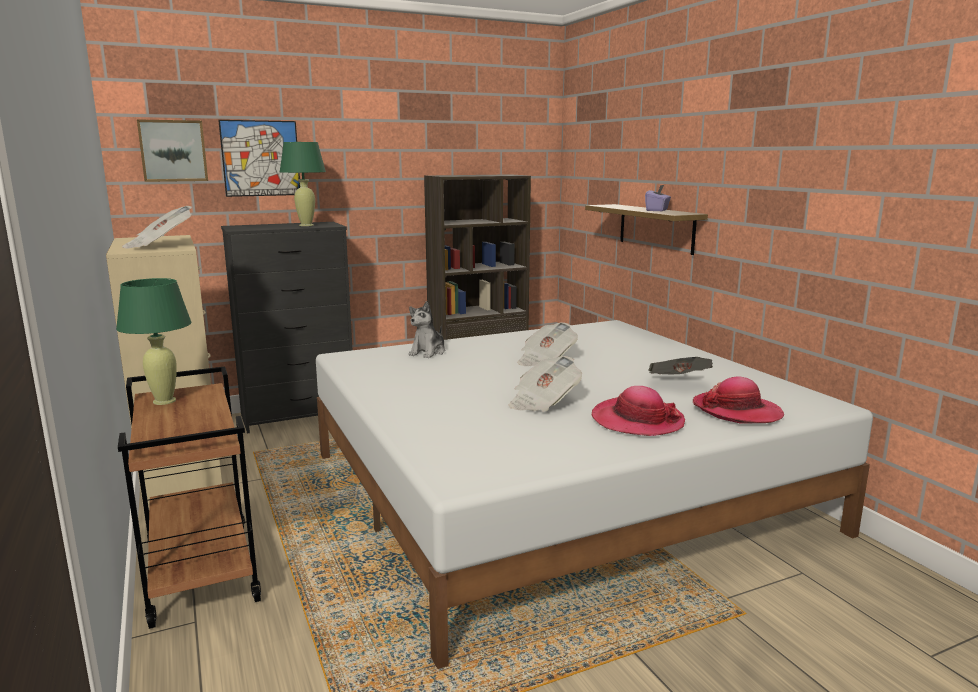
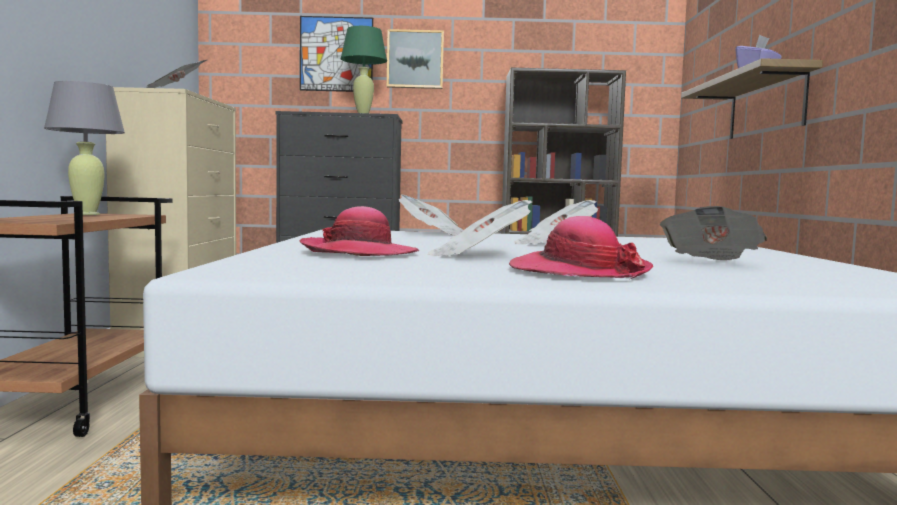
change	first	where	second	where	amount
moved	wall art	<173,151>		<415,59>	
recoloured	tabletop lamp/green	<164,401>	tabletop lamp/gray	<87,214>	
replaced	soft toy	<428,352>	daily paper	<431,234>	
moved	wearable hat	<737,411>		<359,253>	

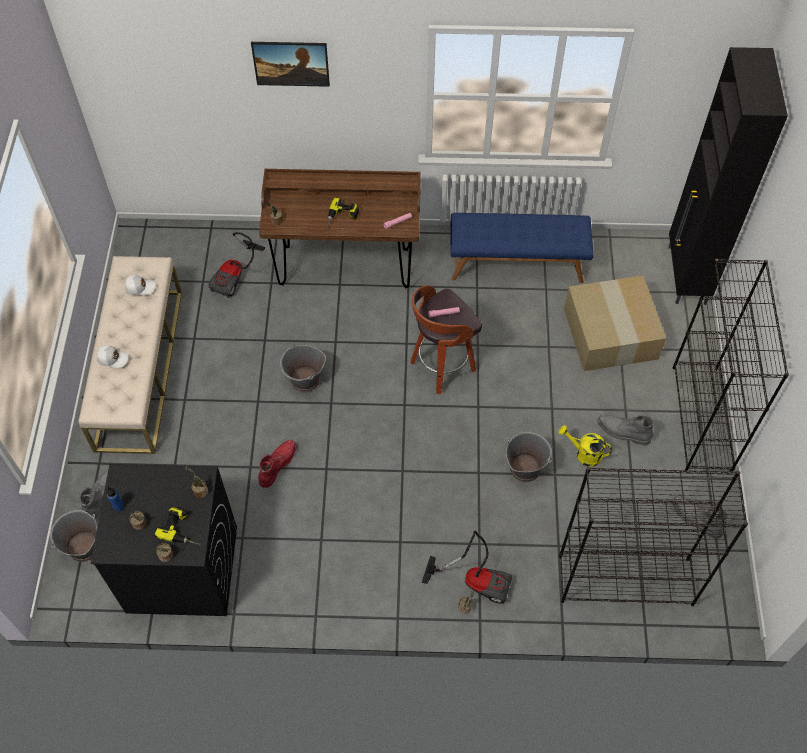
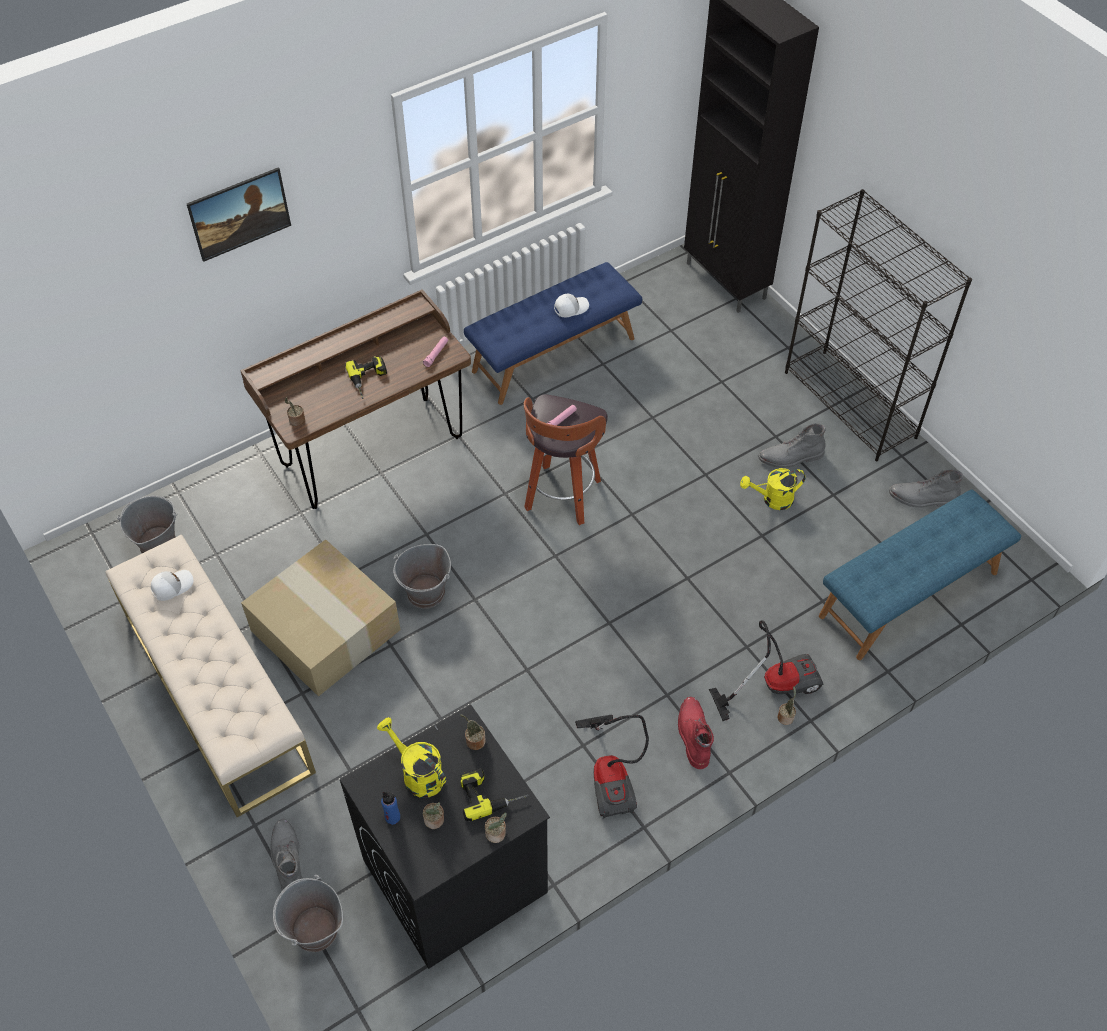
change	first	where	second	where	amount
moved	hoover	<236,276>		<612,776>	
moved	carton	<612,334>		<328,630>	
moved	baseball cap/white	<113,358>		<570,308>	
moved	pail/gray	<524,468>		<158,544>	
moved	tall boot/red-coloured	<277,464>		<693,734>	
replaced	shelving unit/black-coloured	<624,581>	bench/blue-coloured	<909,595>	
added			watering pot/yellow	<417,773>	

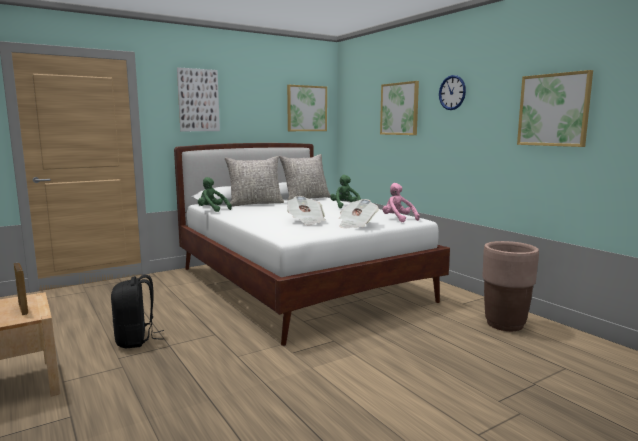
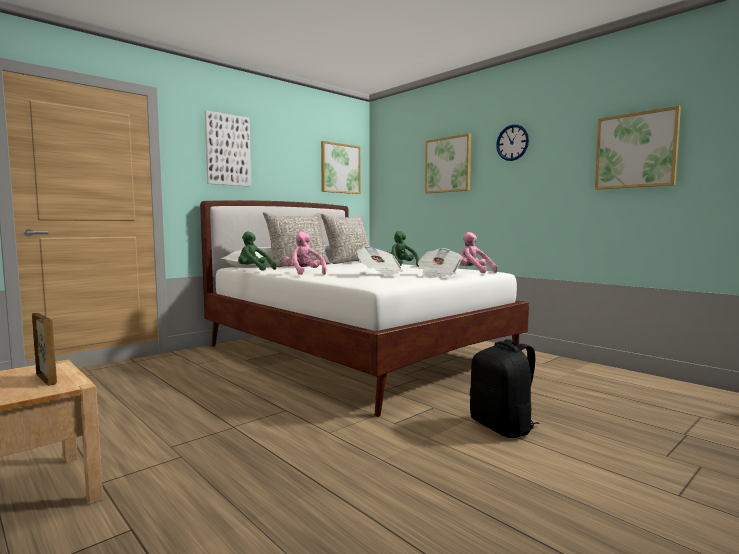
change	first	where	second	where	amount
removed	planter/brown	<505,324>			
moved	rucksack/black-coloured	<136,340>		<503,427>	
added			soft toy/pink	<304,273>	

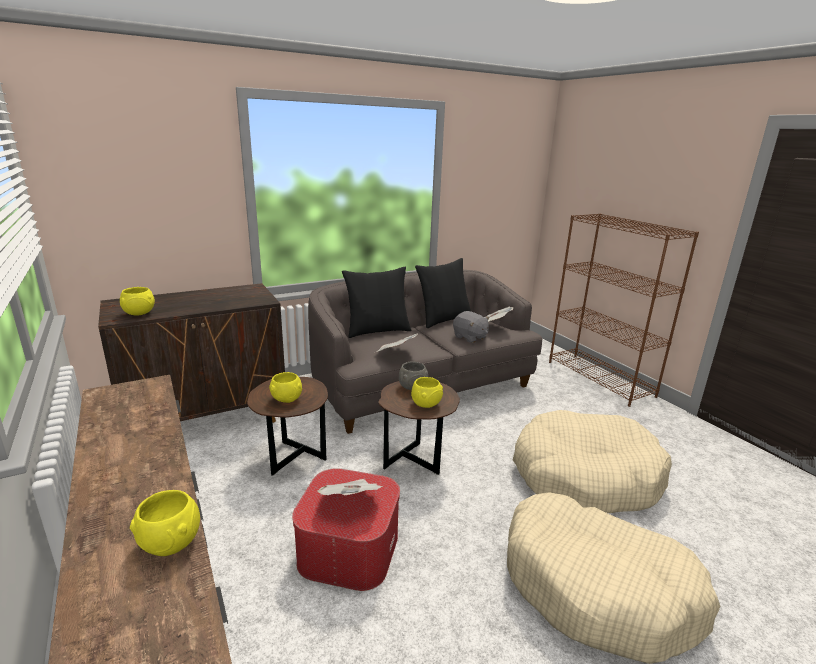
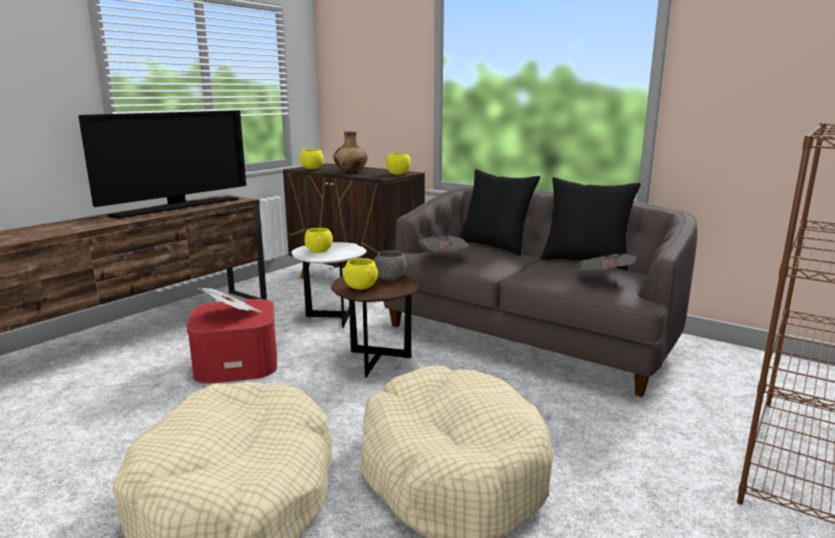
change	first	where	second	where	amount
removed	soft toy/gray	<470,337>			
recoloured	accent table/brown	<293,460>	accent table/white	<331,318>	
moved	serving bowl/yellow	<170,544>		<398,174>	
added			television	<177,207>	
added			decorative vase/brown	<350,172>	

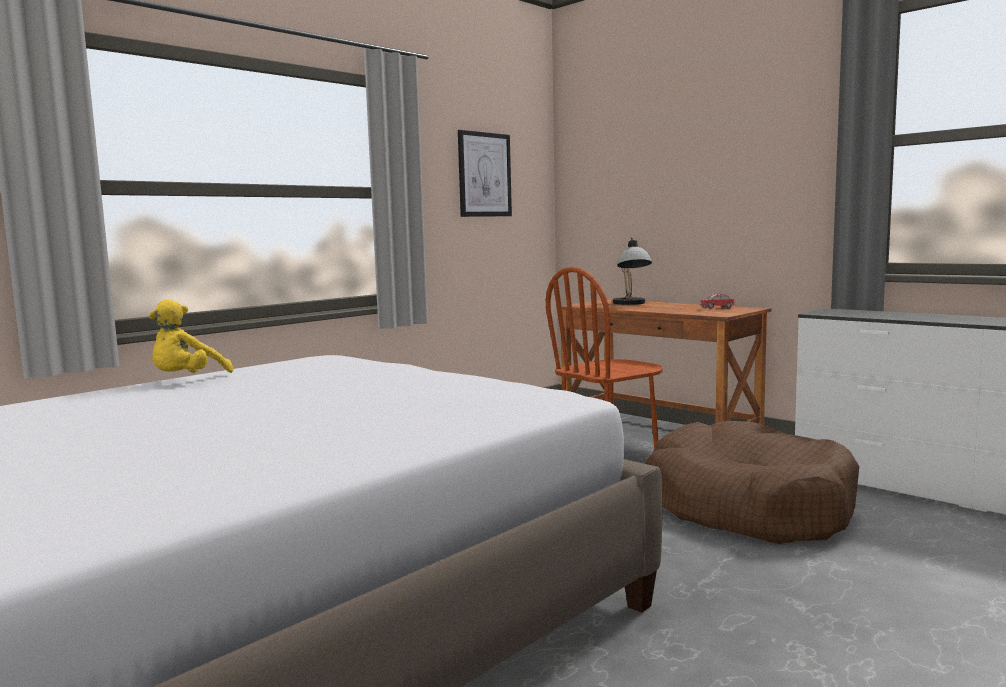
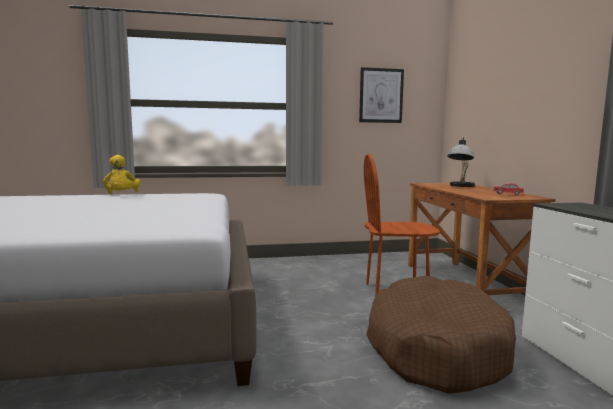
change	first	where	second	where	amount
turned	soft toy/yellow	<187,380>		<122,195>	75 degrees counterclockwise

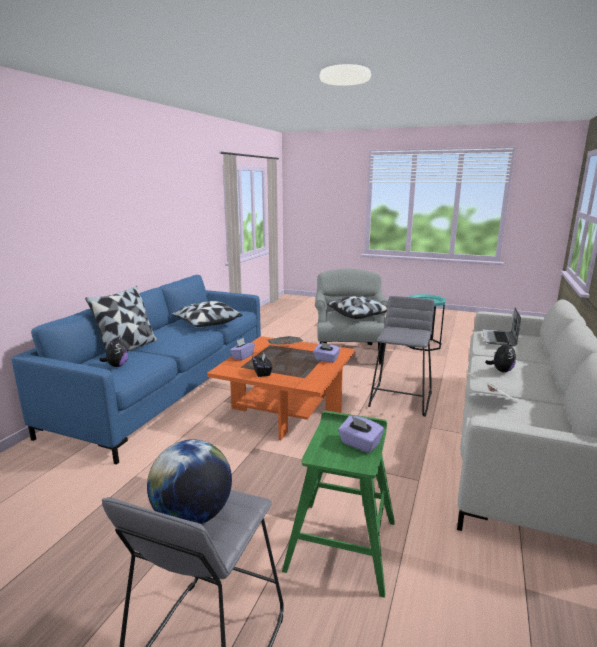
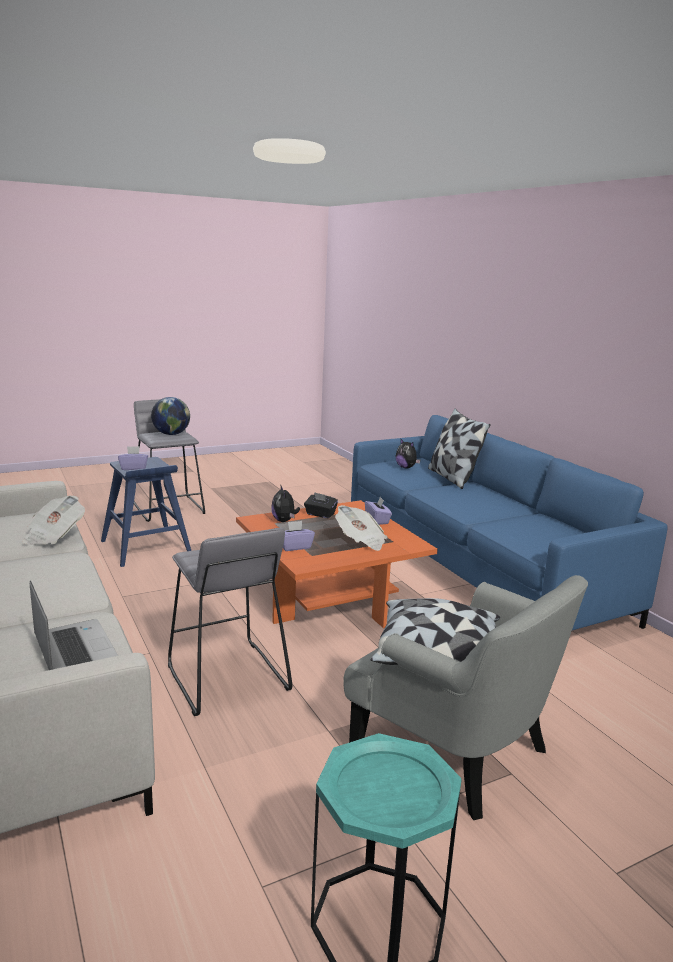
change	first	where	second	where	amount
removed	cushion	<206,324>			
moved	soft toy	<501,371>		<284,521>	
recoloured	sitting stool/green	<342,544>	sitting stool/blue-coloured	<146,547>	

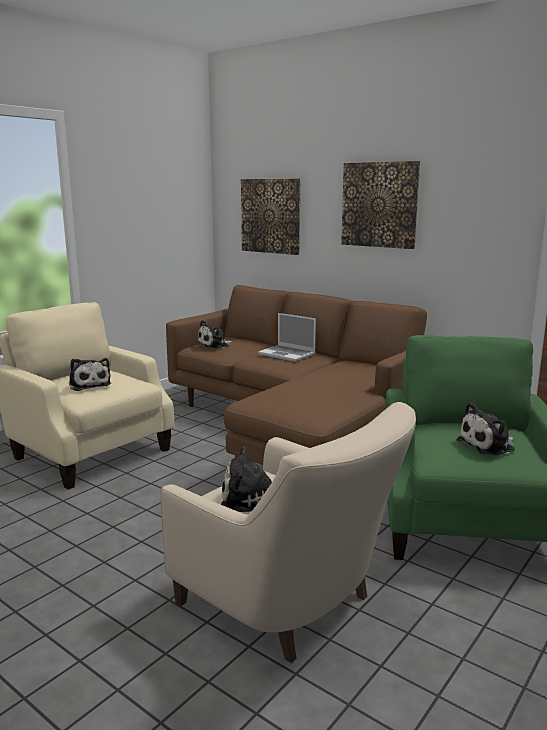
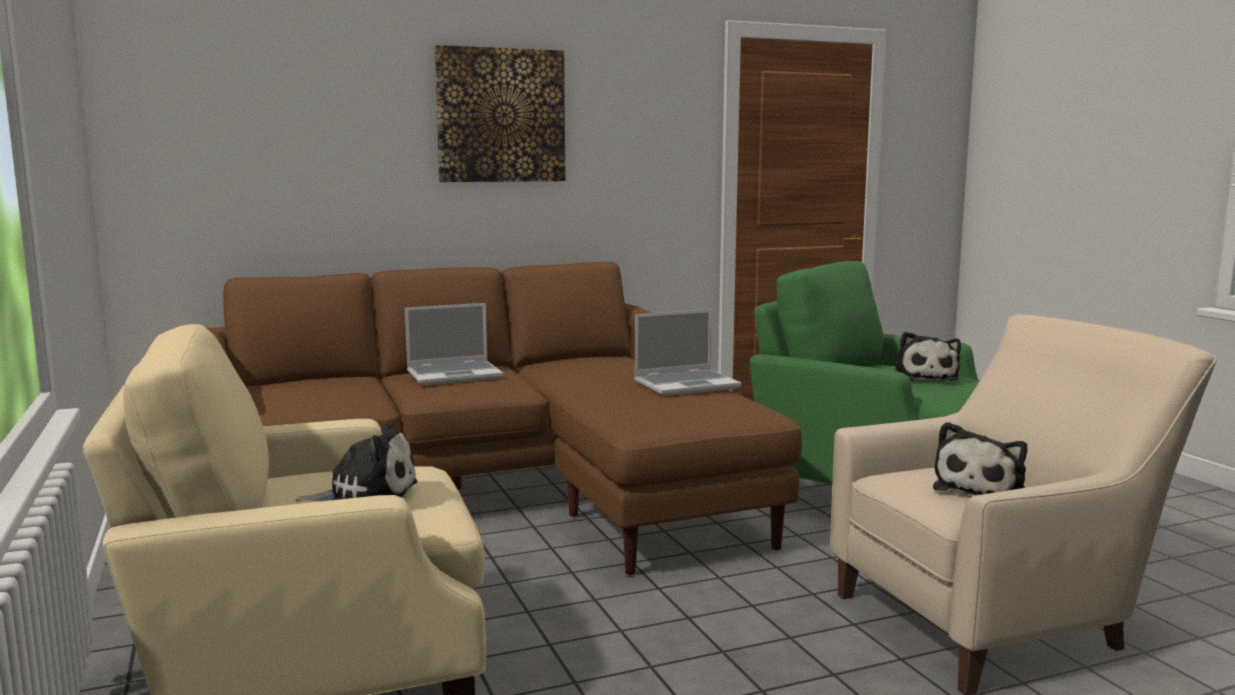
change	first	where	second	where	amount
removed	wall art	<271,216>			
removed	soft toy	<215,345>			
added			portable computer	<687,385>	

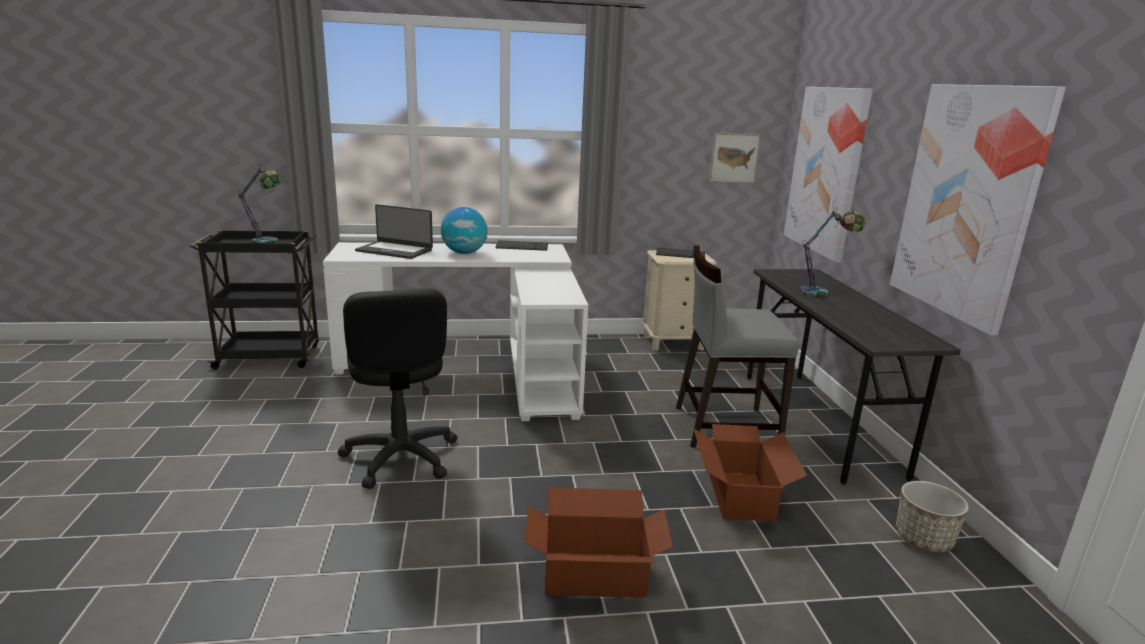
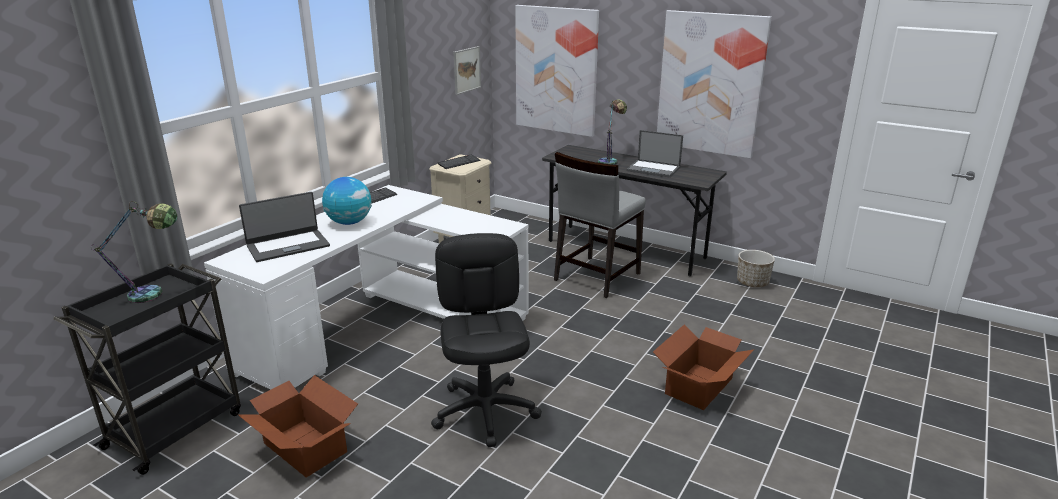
change	first	where	second	where	amount
turned	office chair/black-coloured	<400,457>		<485,411>	120 degrees counterclockwise
moved	carton	<739,496>		<304,448>	
added			portable computer	<654,169>	

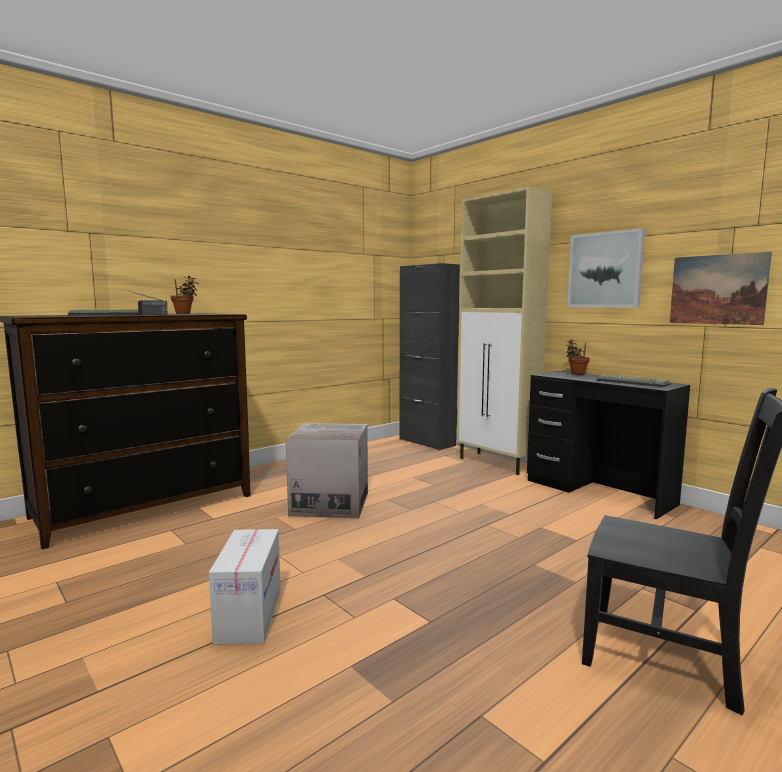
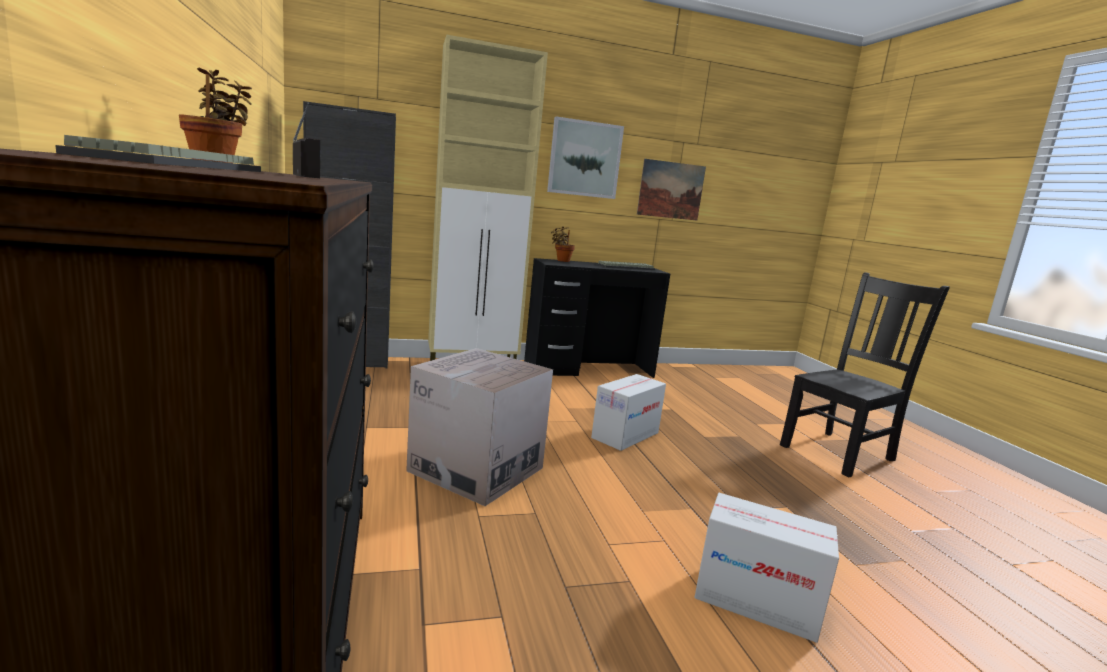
change	first	where	second	where	amount
added			carton	<625,435>	

